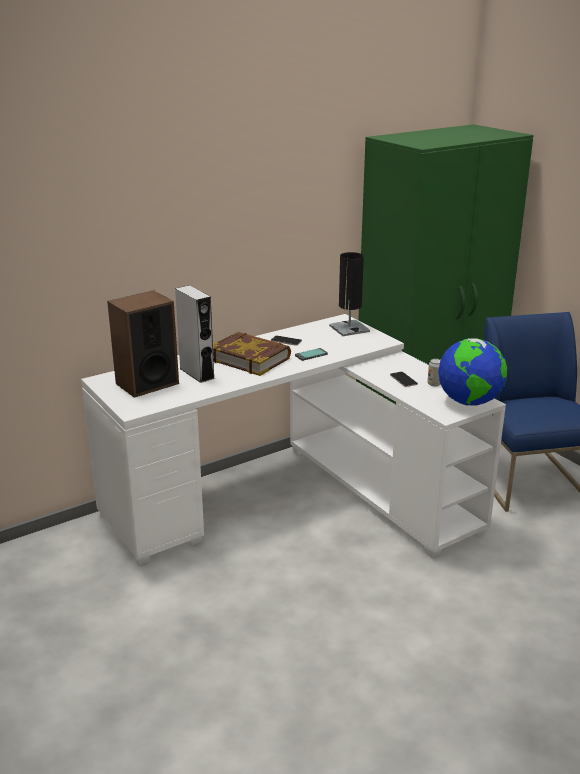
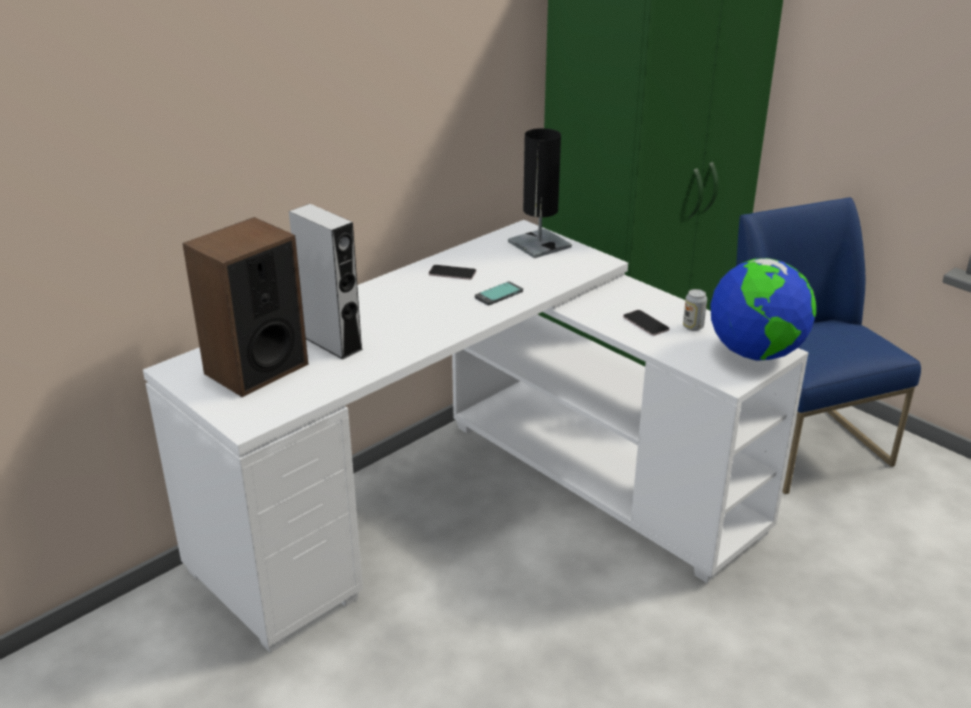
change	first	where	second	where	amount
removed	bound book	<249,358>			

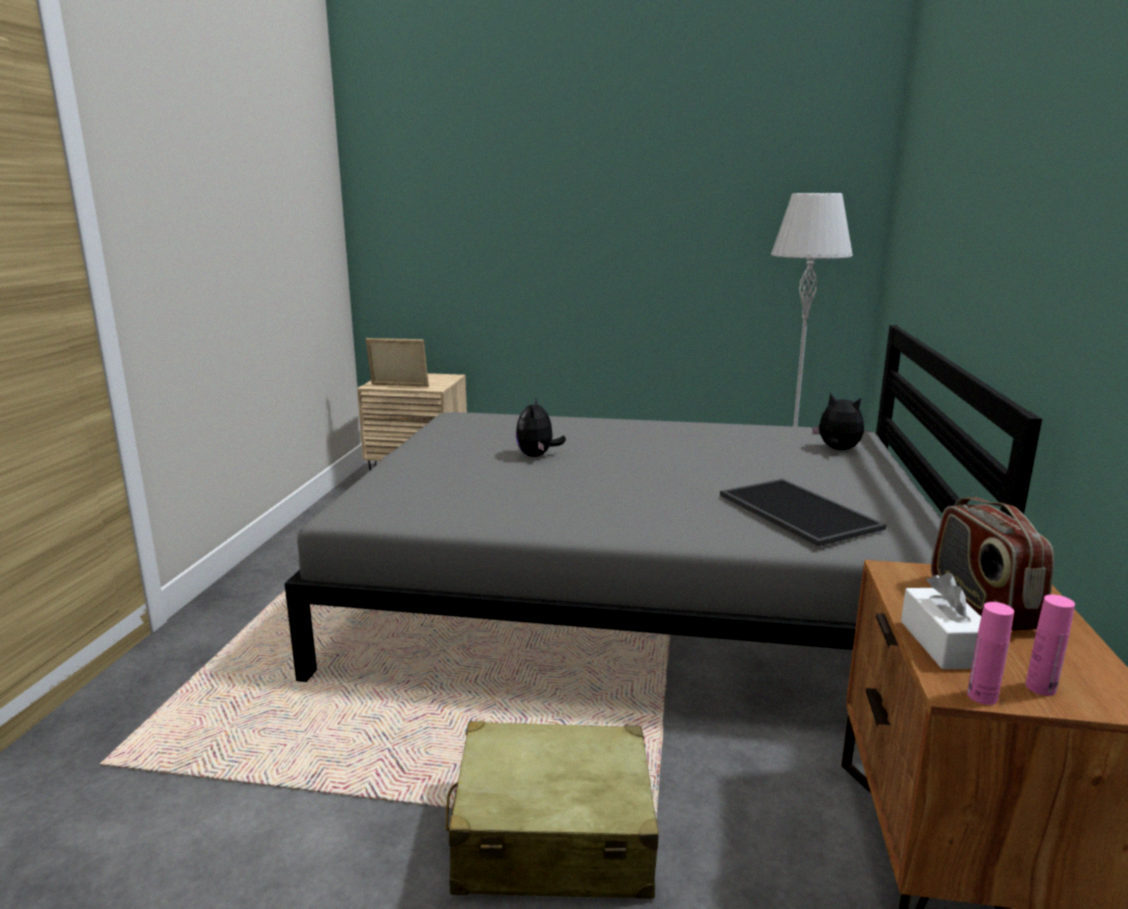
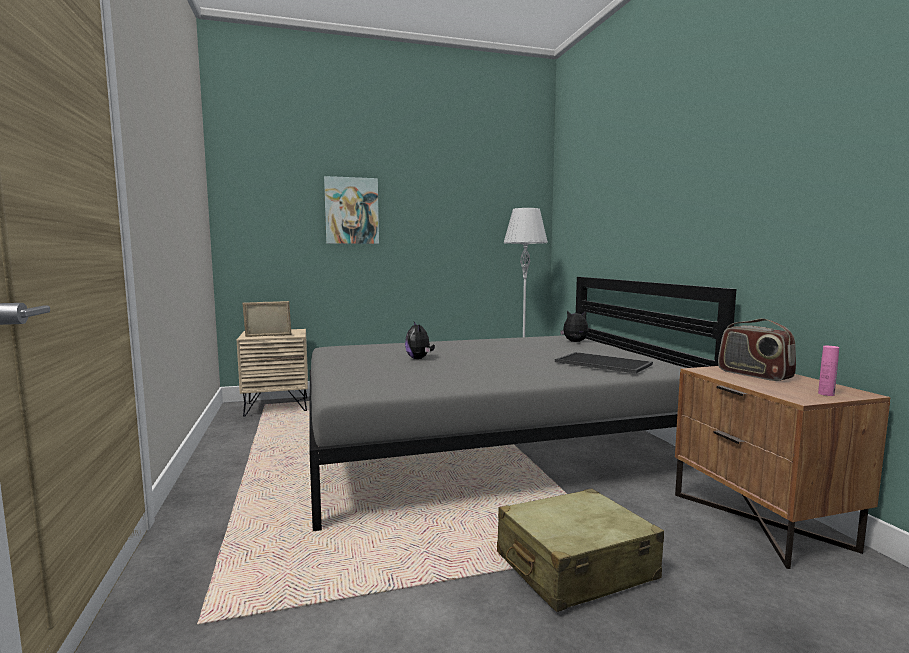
change	first	where	second	where	amount
removed	tissue box/white	<943,644>			
removed	beverage bottle/pink	<982,696>			
added			wall art	<351,211>	

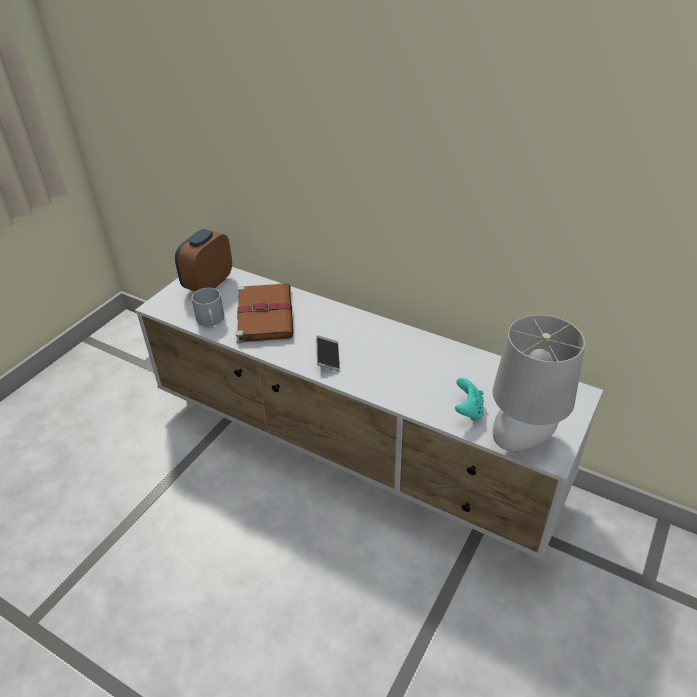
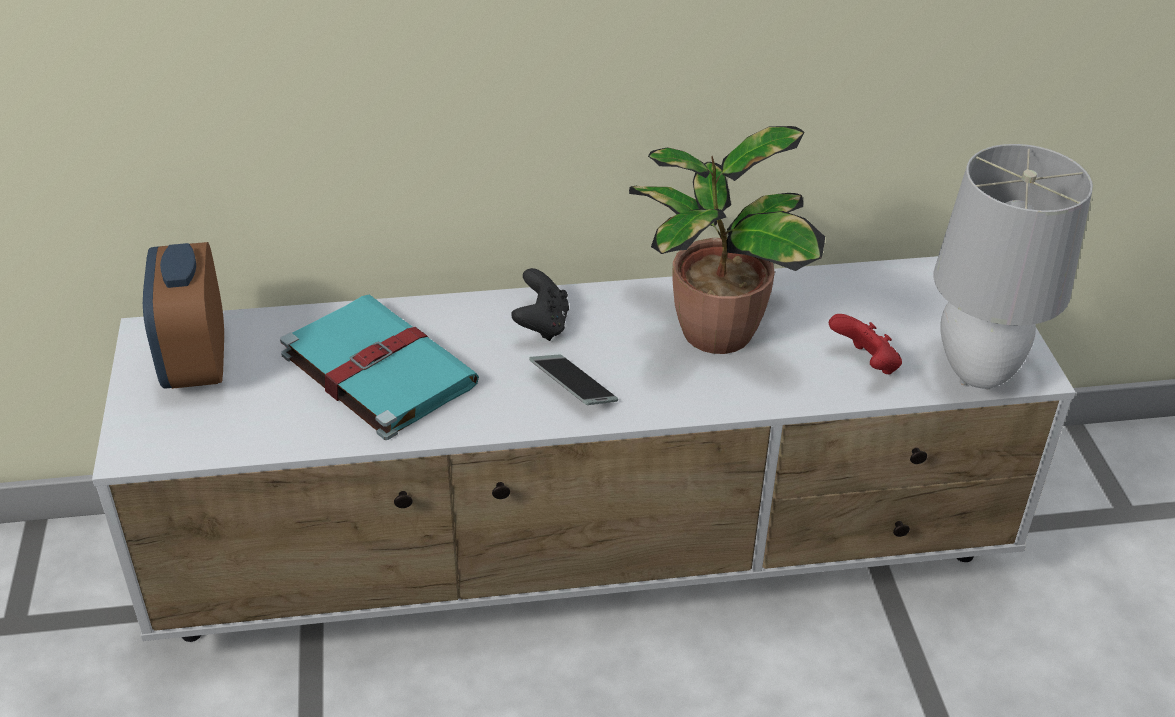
change	first	where	second	where	amount
recoloured	bound book/brown	<264,314>	bound book/blue-green	<376,368>	
removed	coffee mug/gray	<211,320>			
recoloured	gamepad/blue-green	<468,410>	gamepad/red-coloured	<865,364>	
added			houseplant	<712,333>	
added			gamepad/black-coloured	<542,325>	

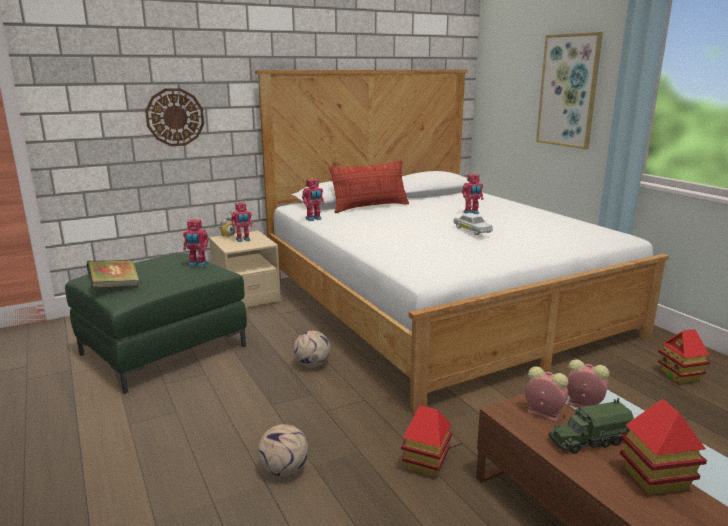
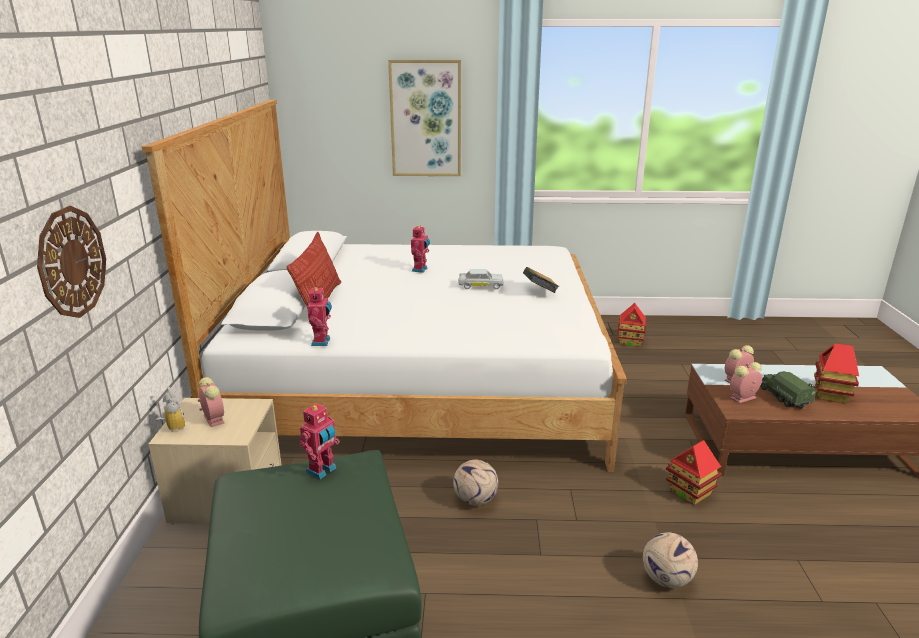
change	first	where	second	where	amount
replaced	model robot	<243,240>	table clock	<213,418>	
moved	bound book	<115,287>		<539,292>	
turned	toy lorry	<588,440>		<783,397>	150 degrees clockwise

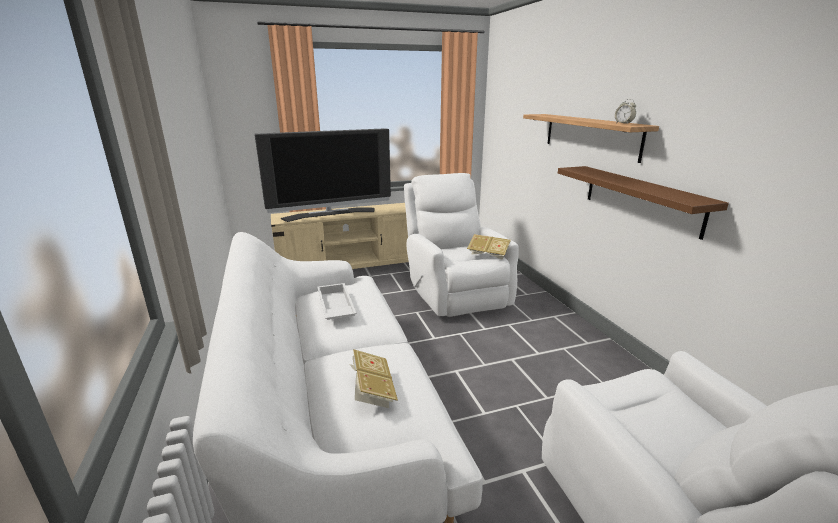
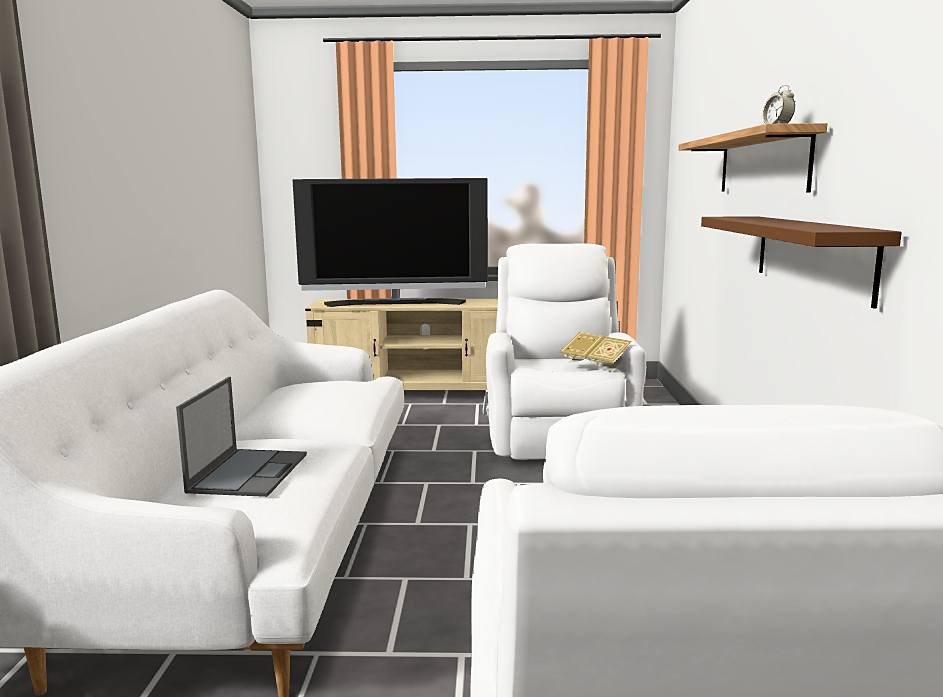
change	first	where	second	where	amount
removed	carrying tray/white	<335,307>			
replaced	bound book	<372,391>	portable computer	<249,472>	

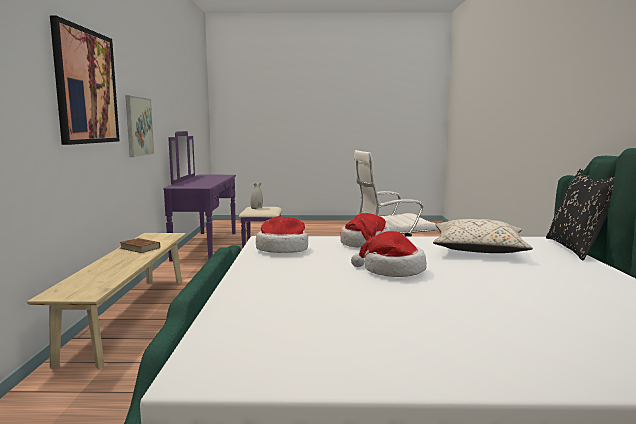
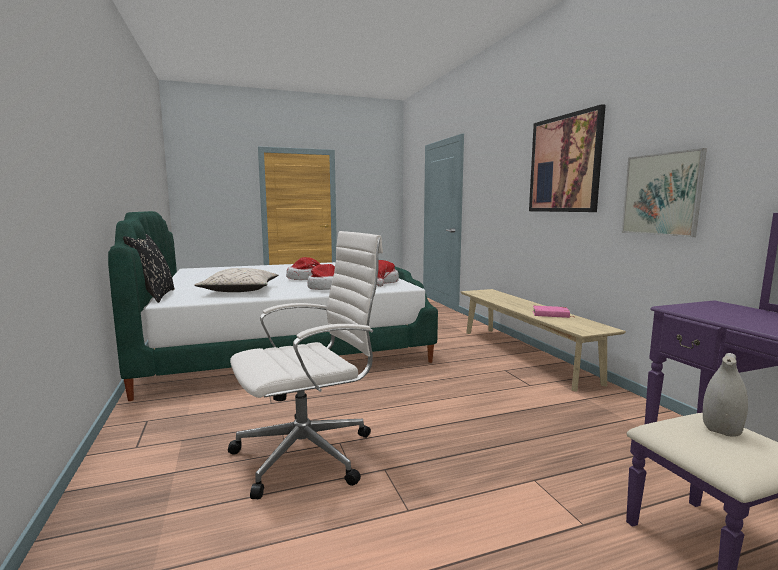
change	first	where	second	where	amount
recoloured	bound book/brown	<140,248>	bound book/pink	<550,314>	

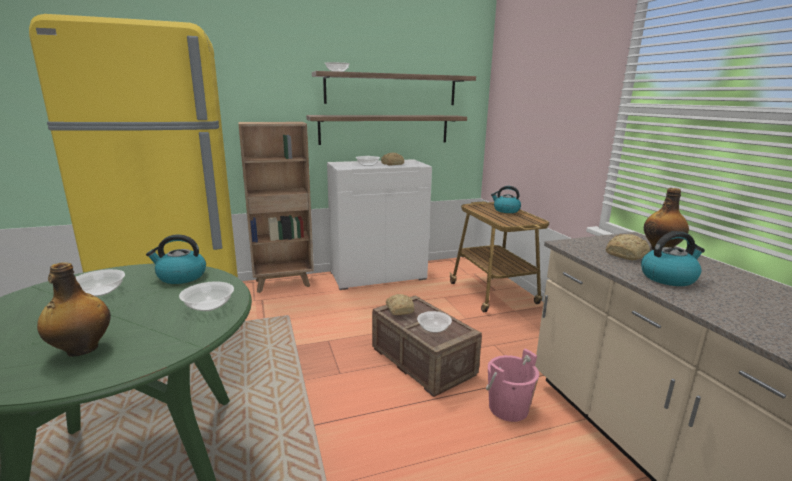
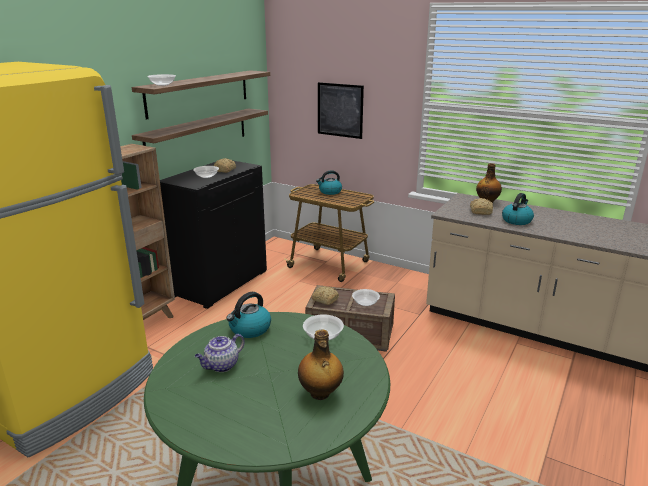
change	first	where	second	where	amount
recoloured	storage cabinet/white	<378,275>	storage cabinet/black-coloured	<220,283>	
replaced	serving bowl	<99,292>	teapot	<221,366>	
removed	pail/pink	<508,408>			
added			wall art	<340,110>	

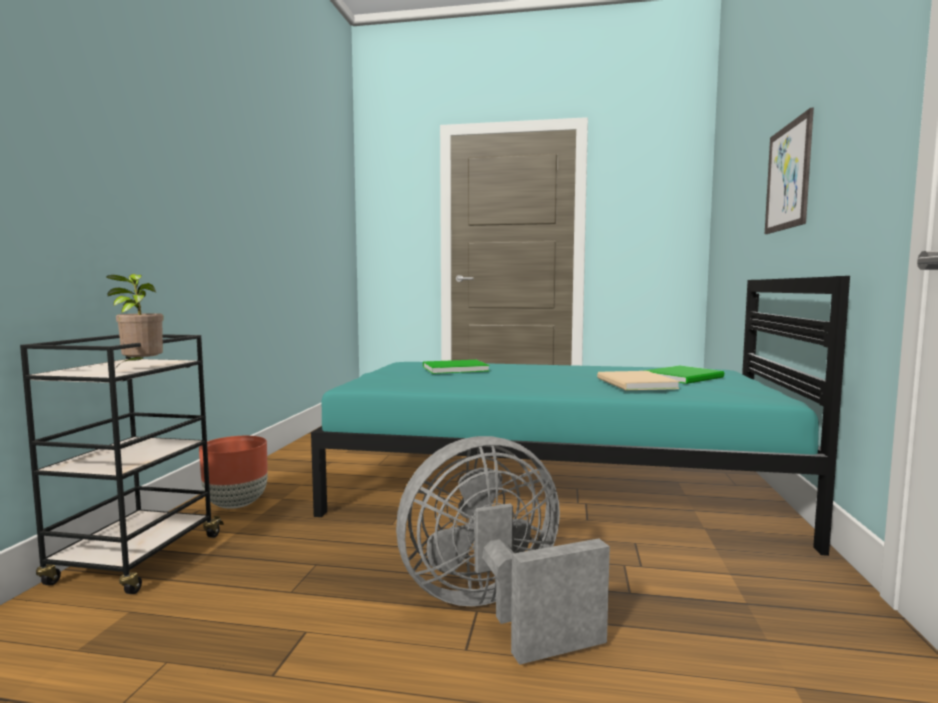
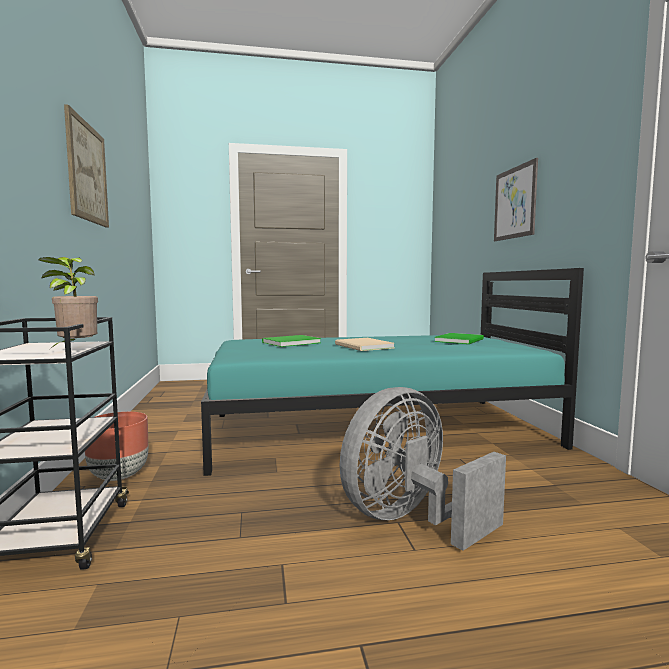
change	first	where	second	where	amount
moved	bound book/beige	<635,384>		<363,346>	
added			wall art	<87,173>	

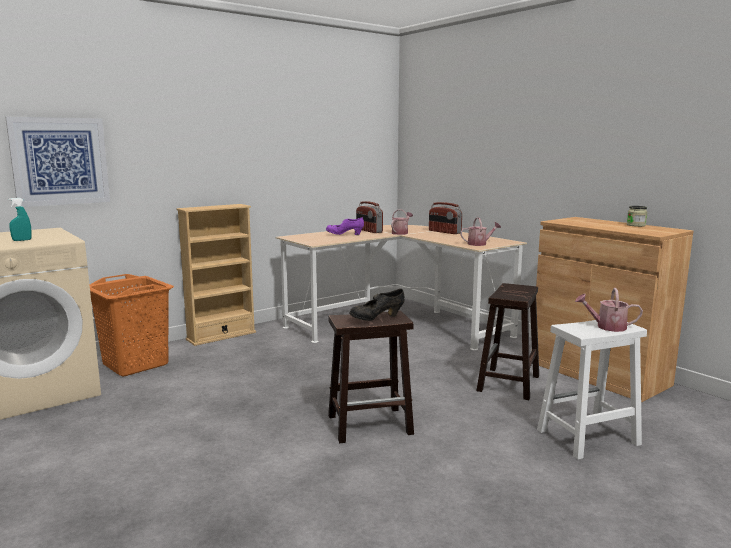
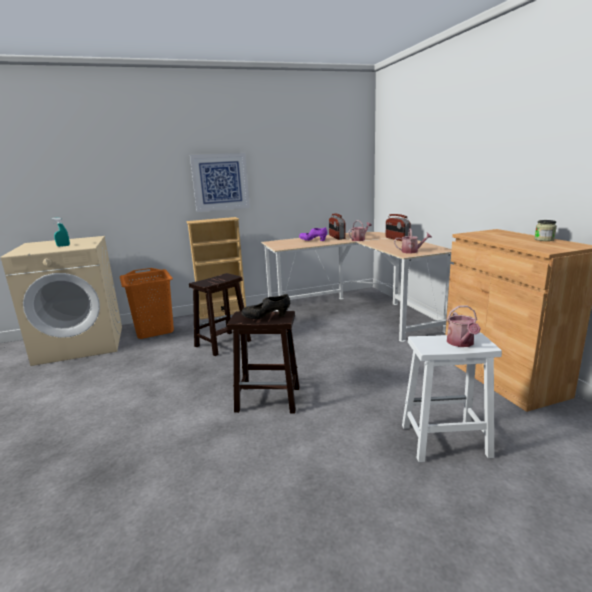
change	first	where	second	where	amount
moved	wall art	<60,161>		<220,182>	
moved	sitting stool/brown	<508,384>		<222,344>	
turned	watering pot	<607,327>		<461,343>	120 degrees counterclockwise

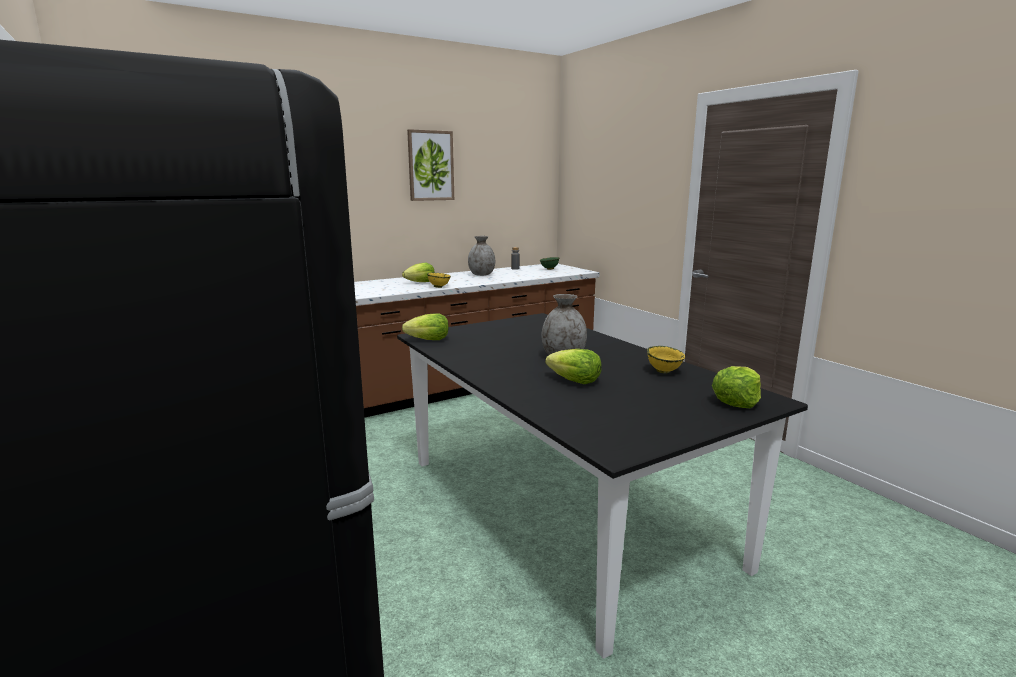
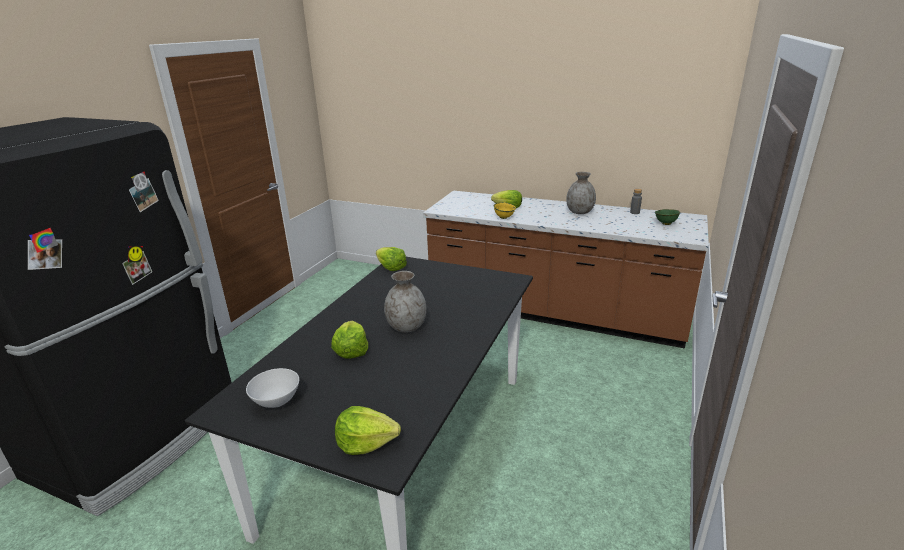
change	first	where	second	where	amount
removed	wall art	<430,166>			
removed	serving bowl/yellow	<664,371>			
added			serving bowl/white	<276,402>	

